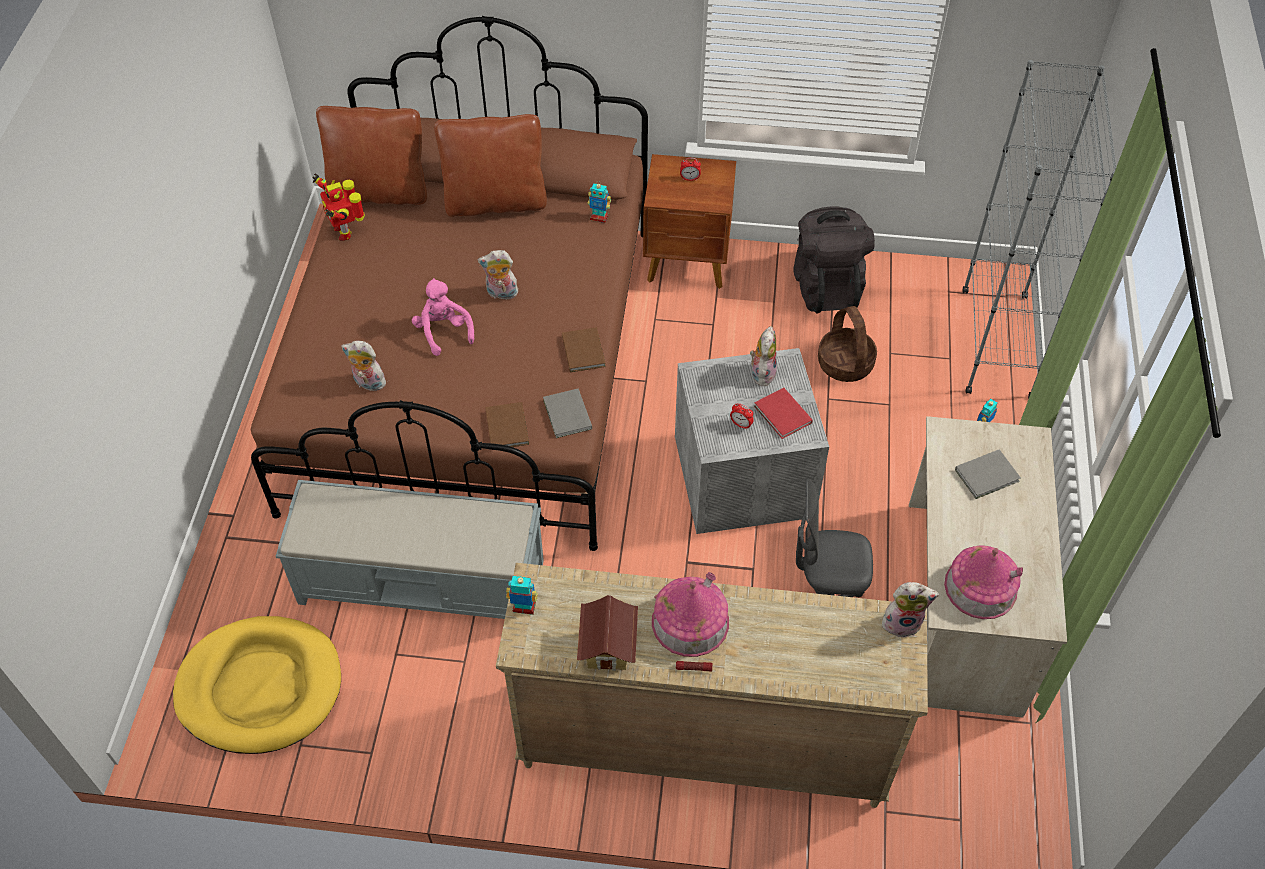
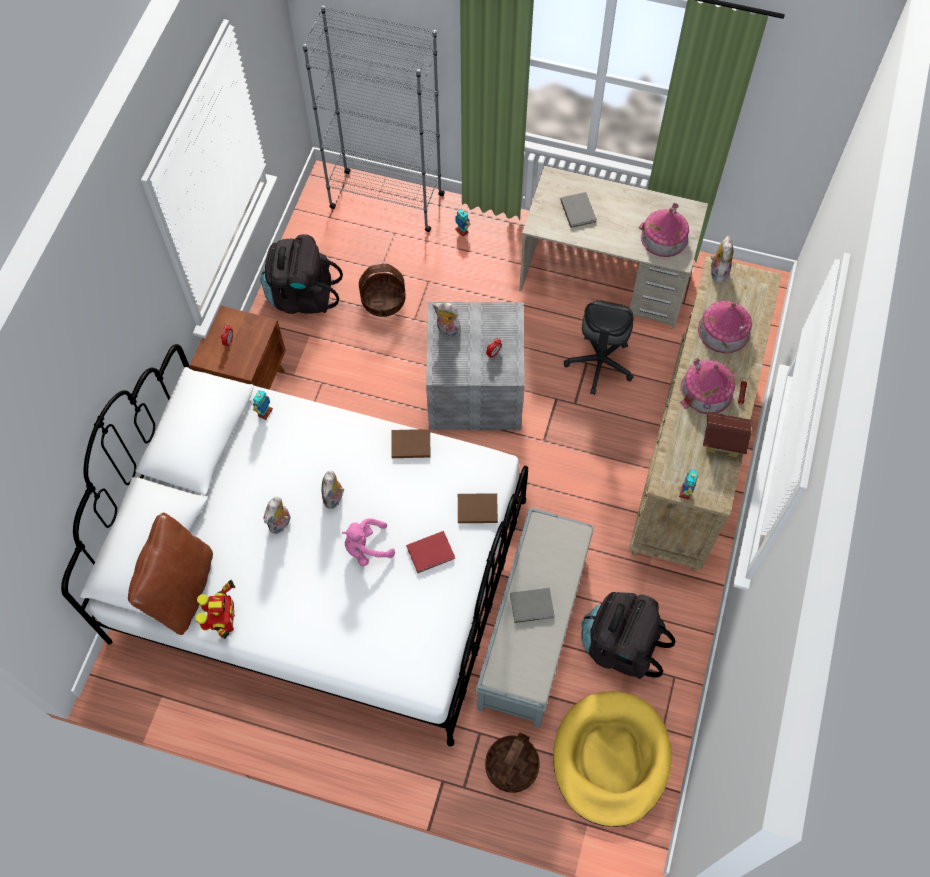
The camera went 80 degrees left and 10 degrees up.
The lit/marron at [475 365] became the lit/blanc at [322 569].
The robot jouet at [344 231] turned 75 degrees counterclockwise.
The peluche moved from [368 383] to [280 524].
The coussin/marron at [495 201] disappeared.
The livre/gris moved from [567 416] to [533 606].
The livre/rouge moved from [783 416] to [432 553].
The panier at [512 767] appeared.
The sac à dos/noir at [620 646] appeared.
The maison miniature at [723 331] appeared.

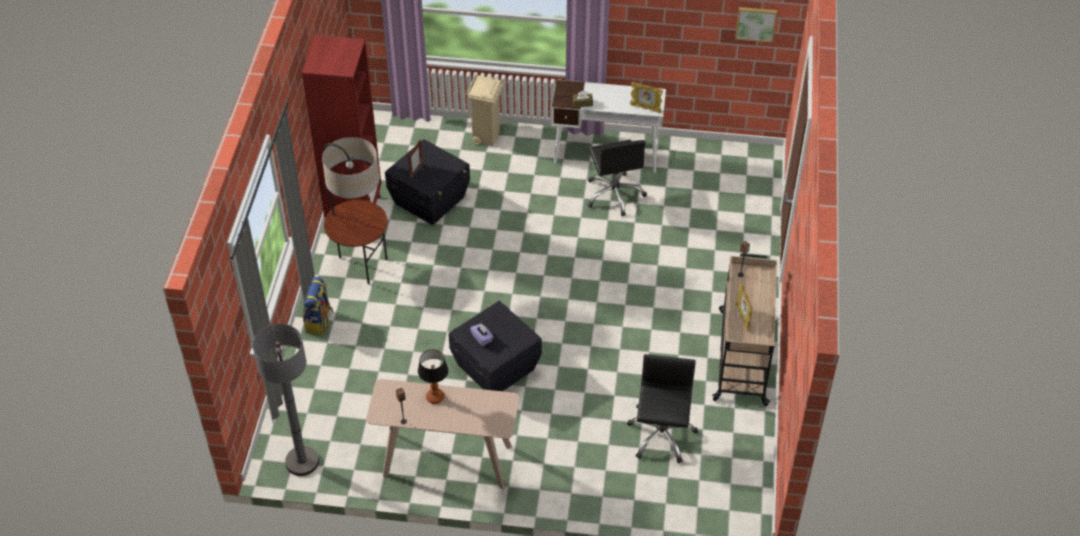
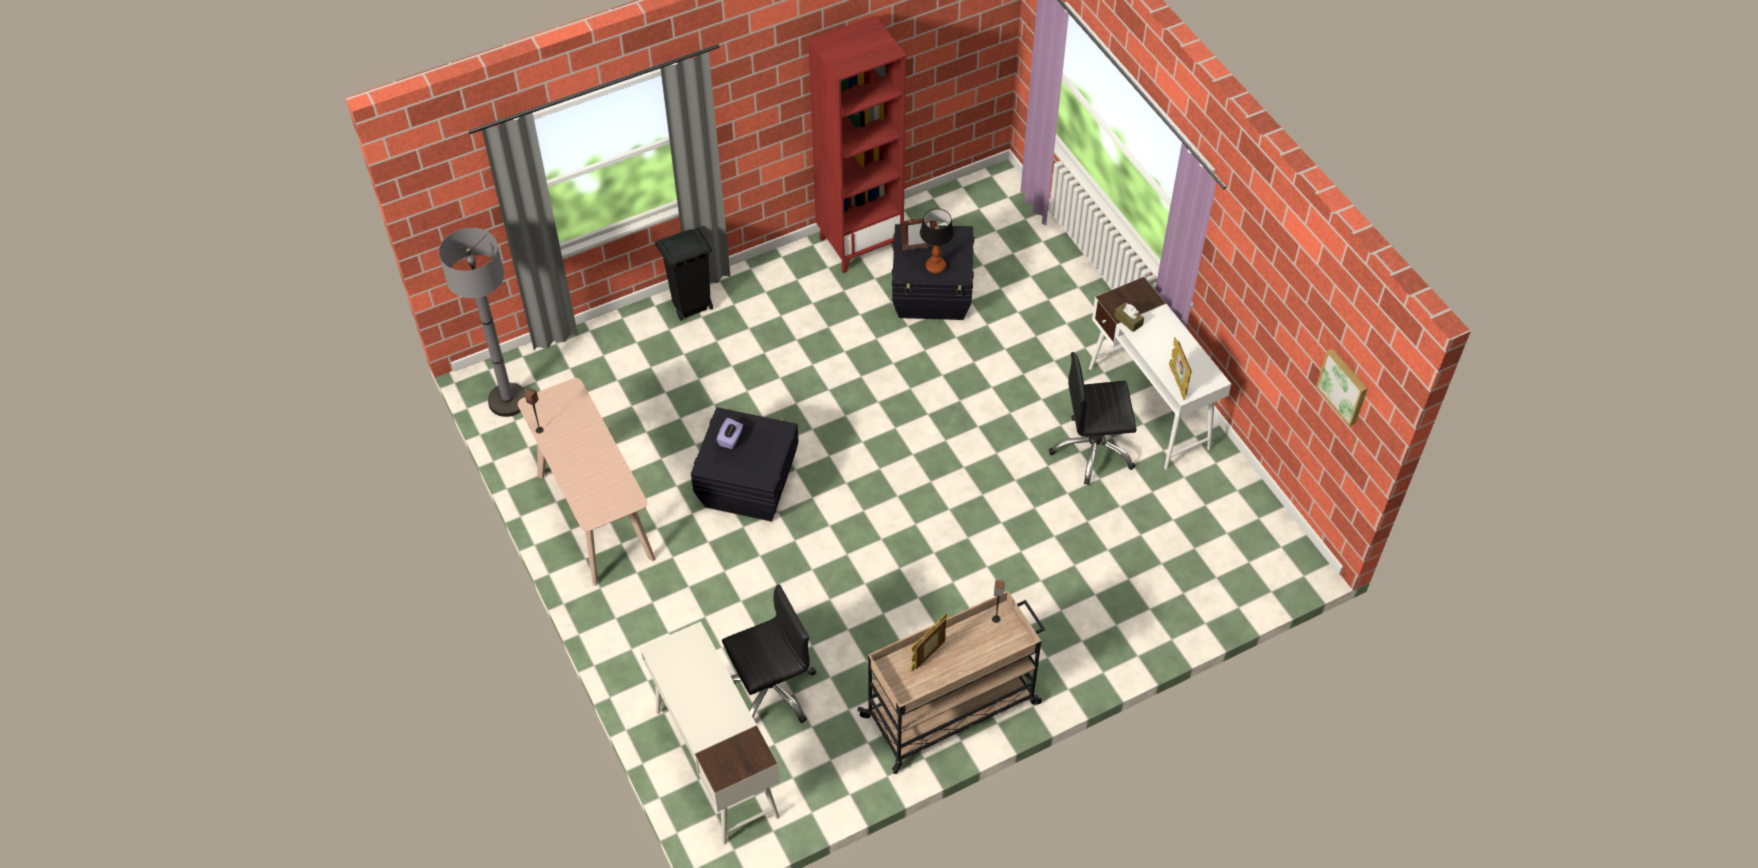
The camera went 55 degrees right and 5 degrees up.
The sac à dos at [319 321] was replaced by the poubelle/noir at [690 307].
The lampadaire at [361 265] disappeared.
The lampe de table moved from [435 397] to [935 266].
The poubelle/beige at [486 137] disappeared.
The chaise de bureau/noir at [614 194] turned 45 degrees clockwise.
The bureau/blanc at [716 763] appeared.

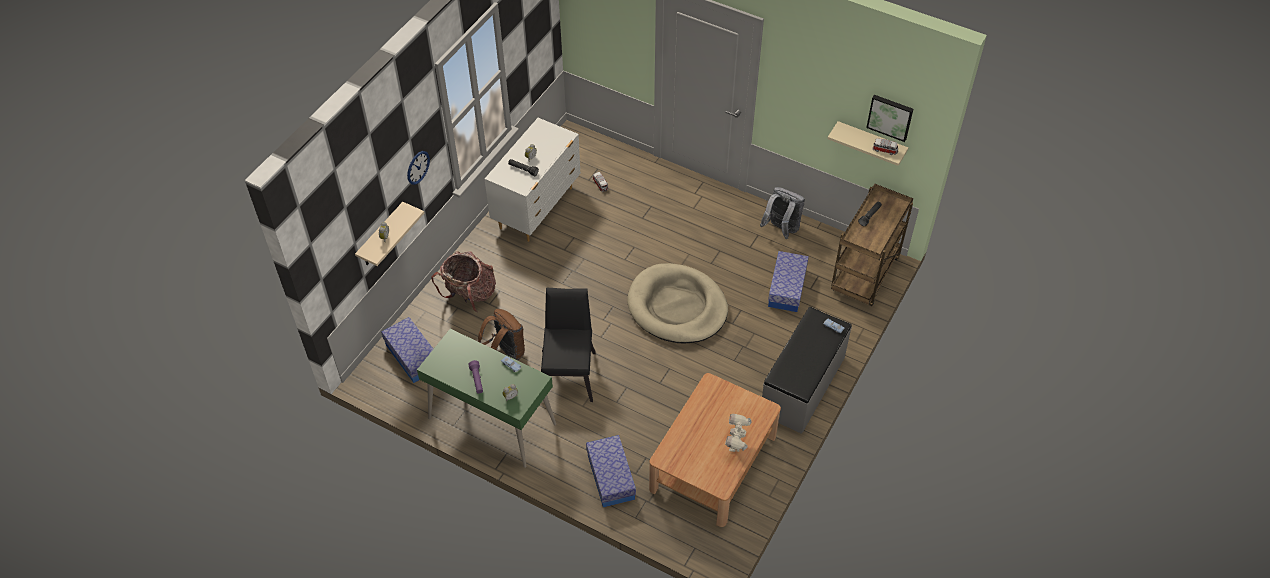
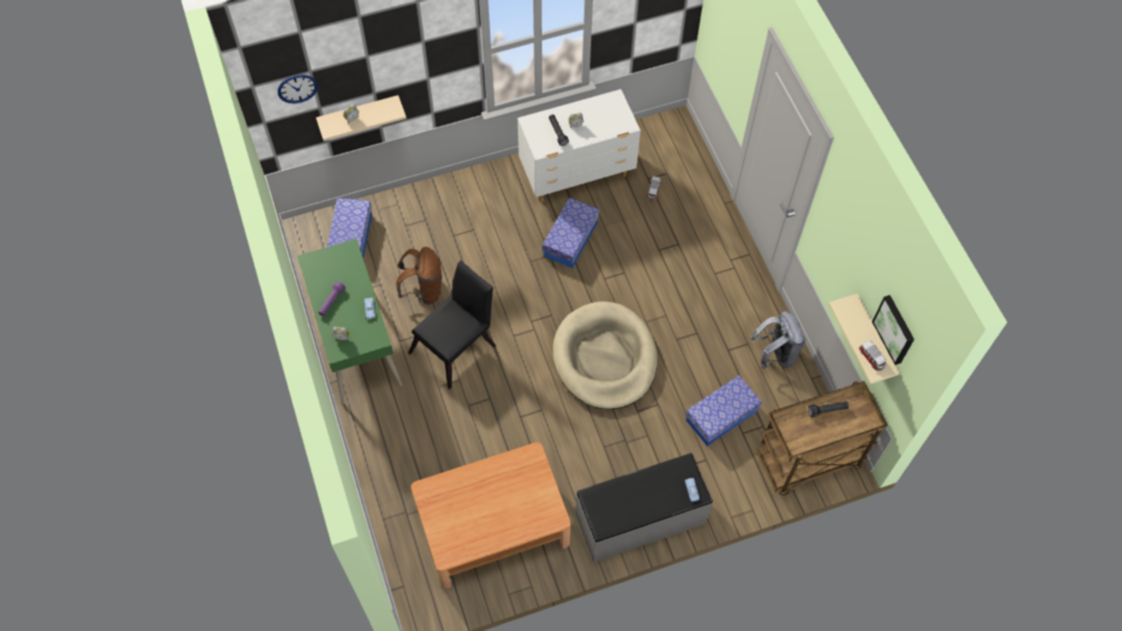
The camera went 40 degrees right and 10 degrees up.
The horloge murale moved from [418 167] to [297 88].
The sac à dos at [470 295] disappeared.
The boîte de rangement moved from [610 477] to [570 239].
The robot jouet at [736 444] disappeared.

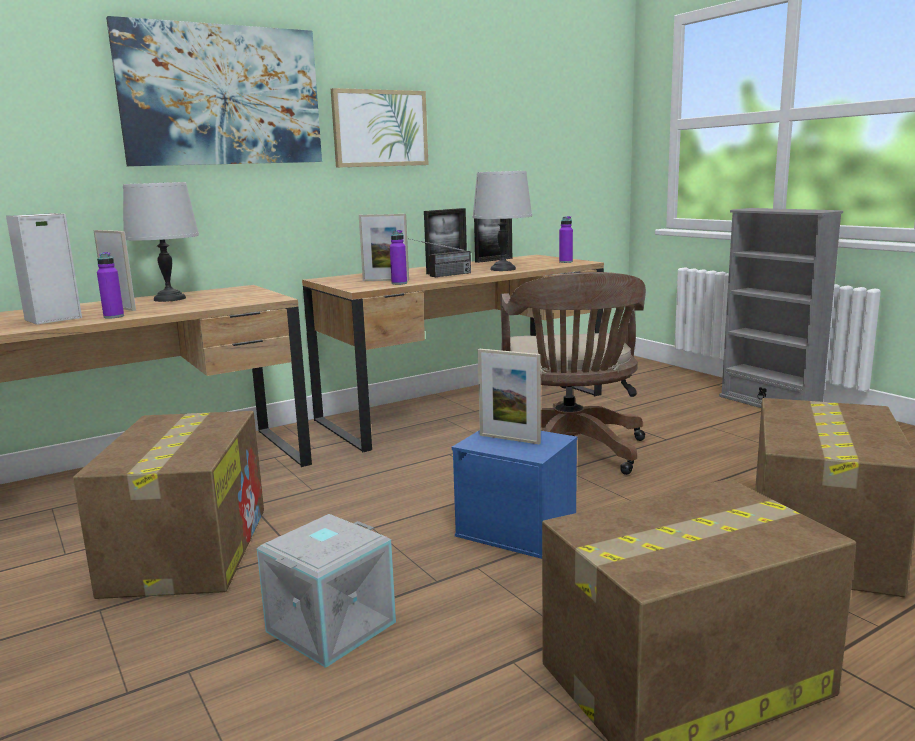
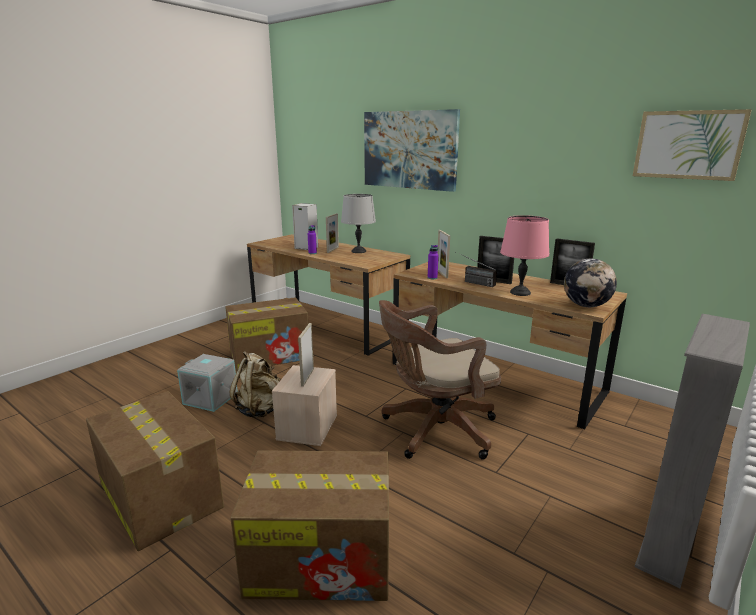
The camera went 70 degrees right and 5 degrees up.
The tableau moved from [380 128] to [688 145].
The boîte de rangement/bleu at [518 530] became the boîte de rangement/beige at [308 427].
The lampe de table/gris at [502 269] became the lampe de table/rose at [520 292].
The bouteille/violet at [565 262] was replaced by the globe at [586 306].
The sac à dos/beige at [260 409] appeared.

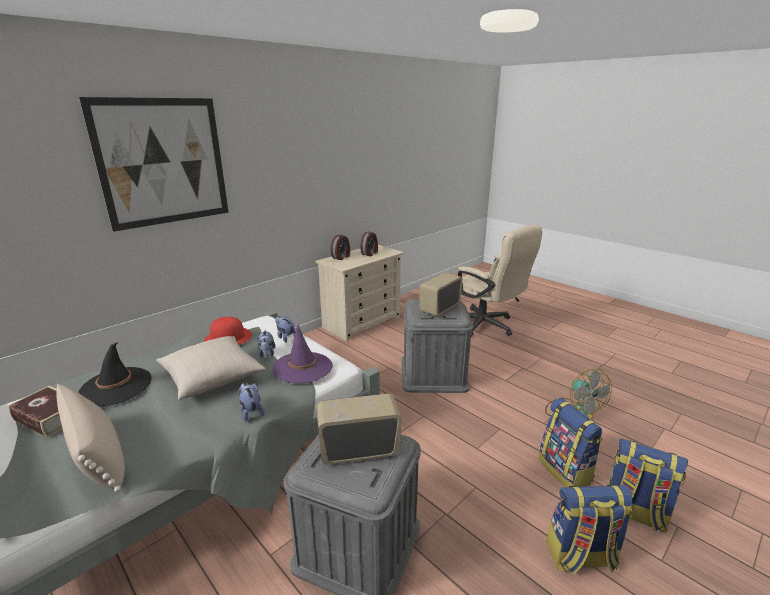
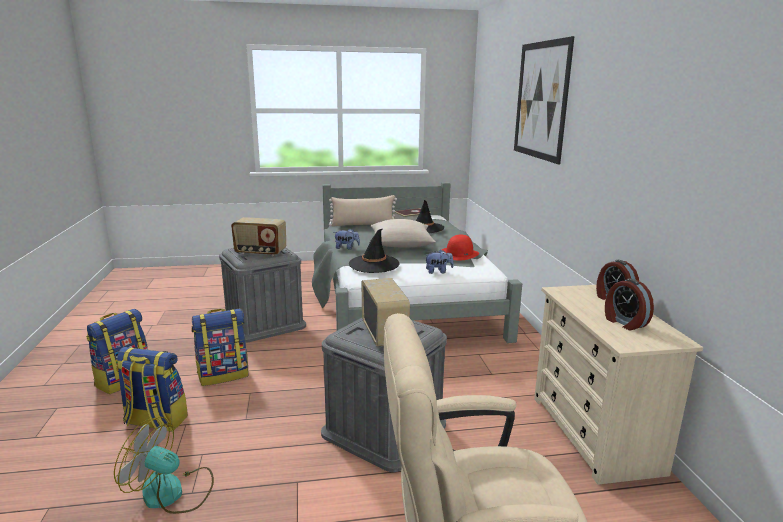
The camera went 125 degrees right and 5 degrees down.
The peluche at [267 354] disappeared.
The chapeau/violet at [302 367] became the chapeau/noir at [374 264].
The radio at [359 450] turned 75 degrees clockwise.
The sac à dos moved from [633 513] to [223 374].

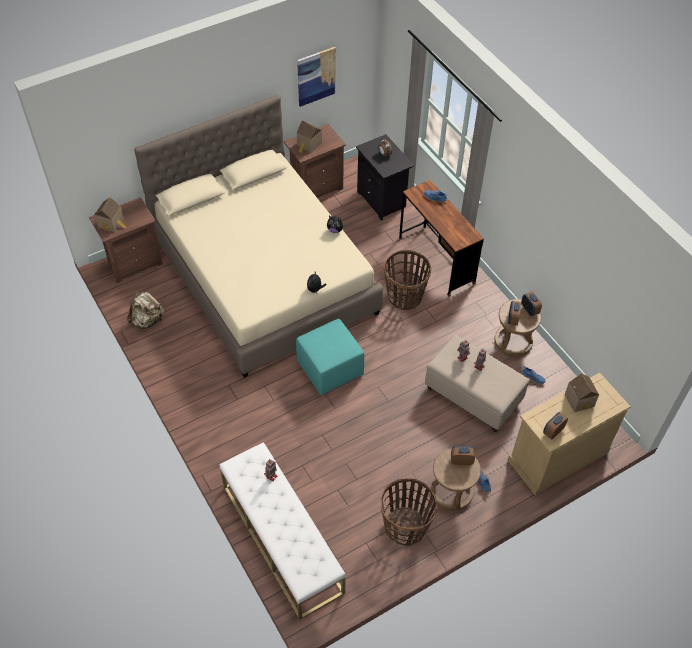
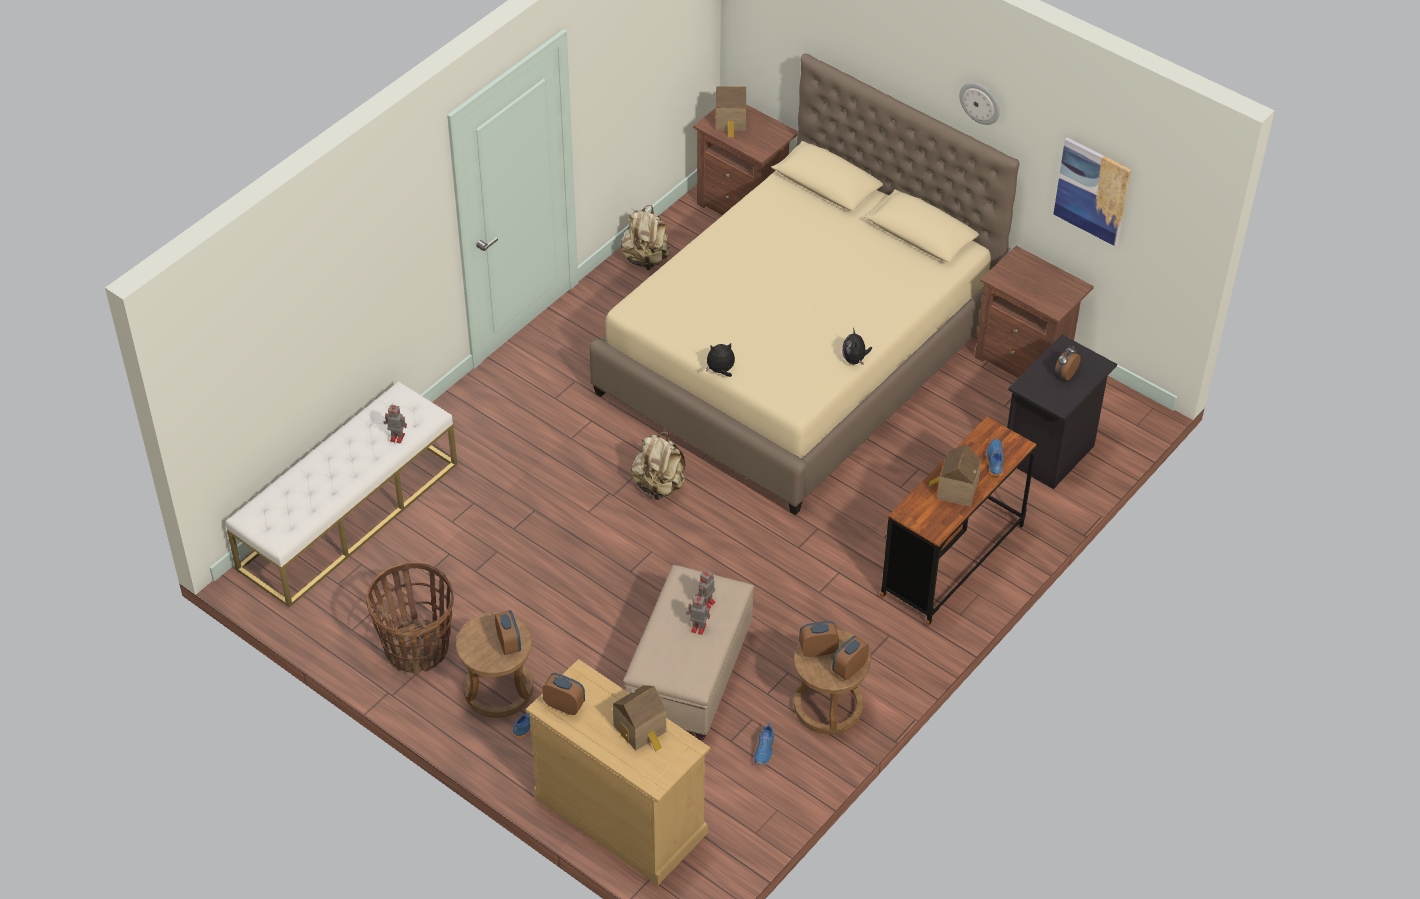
The camera went 70 degrees right and 5 degrees down.
The pouf/turquoise at [330 368] was replaced by the sac à dos/beige at [659 486].
The maison miniature moved from [309 145] to [955 490].
The panier at [404 297] disappeared.
The horloge murale at [980 102] appeared.

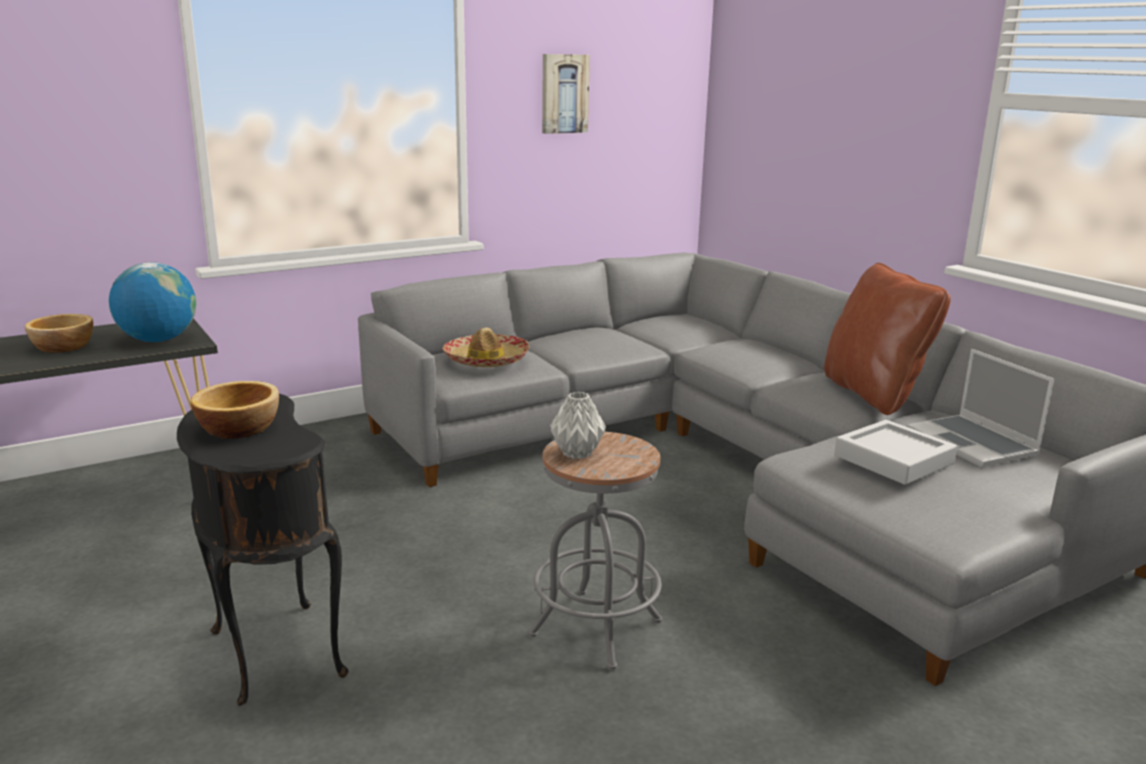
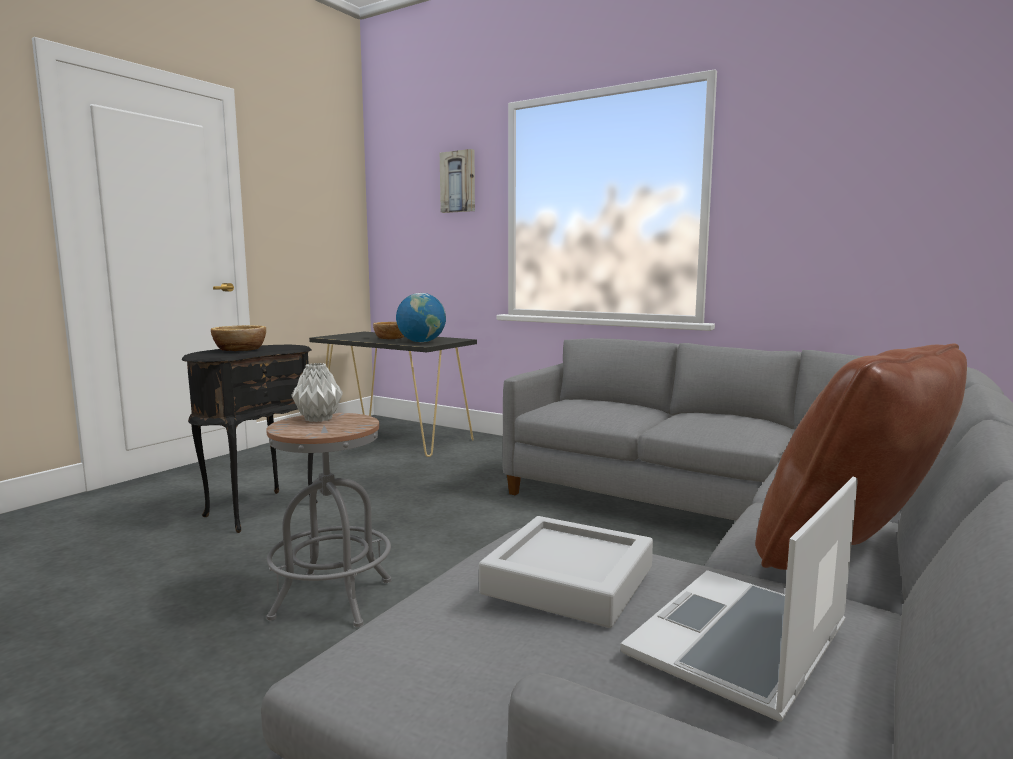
The camera went 65 degrees right and 10 degrees down.
The chapeau at [486 360] disappeared.
The tableau moved from [563 94] to [458 182].

